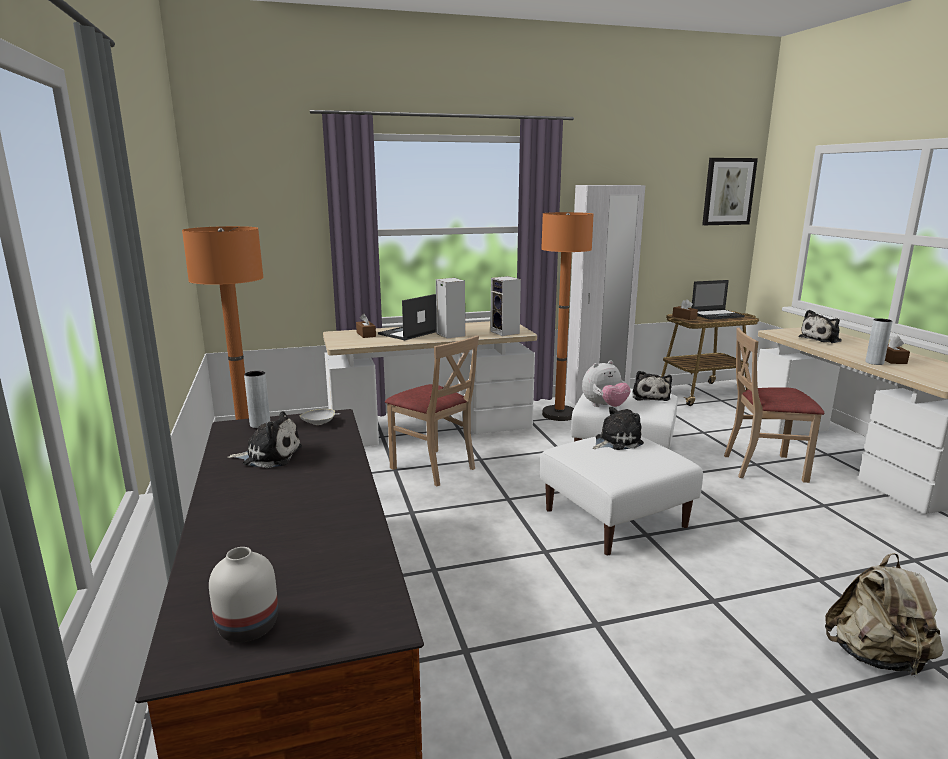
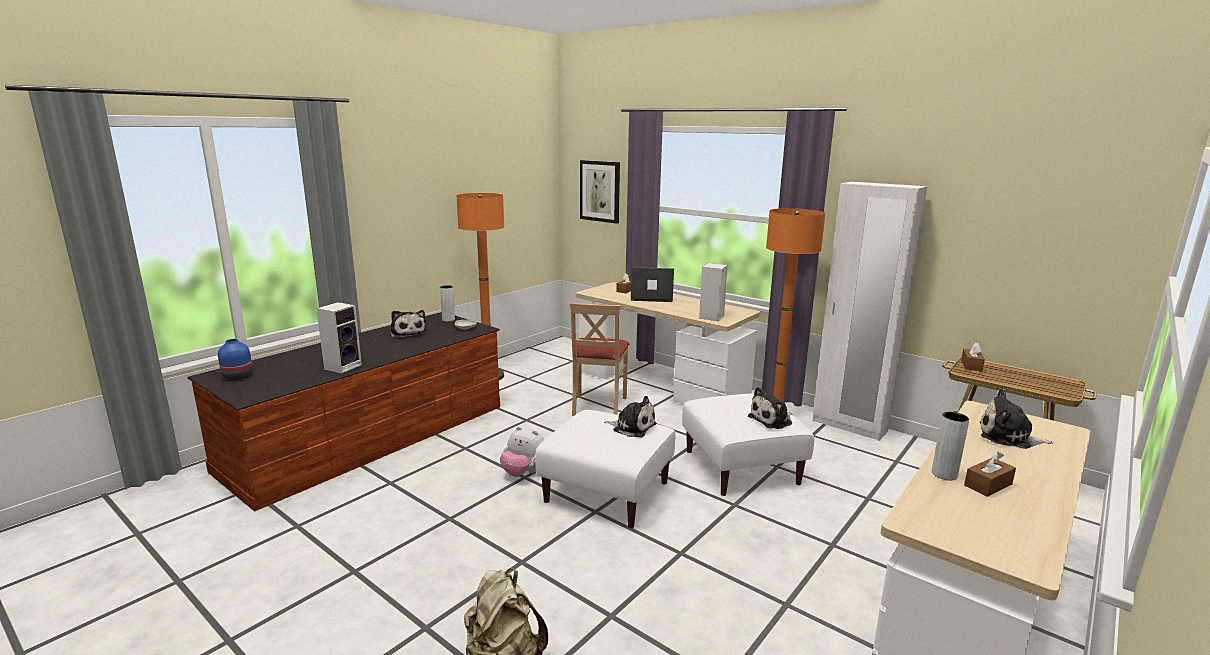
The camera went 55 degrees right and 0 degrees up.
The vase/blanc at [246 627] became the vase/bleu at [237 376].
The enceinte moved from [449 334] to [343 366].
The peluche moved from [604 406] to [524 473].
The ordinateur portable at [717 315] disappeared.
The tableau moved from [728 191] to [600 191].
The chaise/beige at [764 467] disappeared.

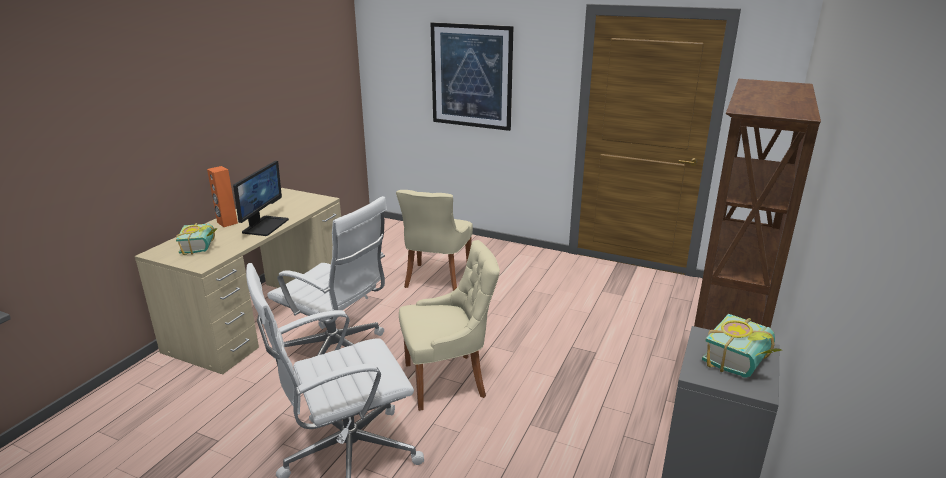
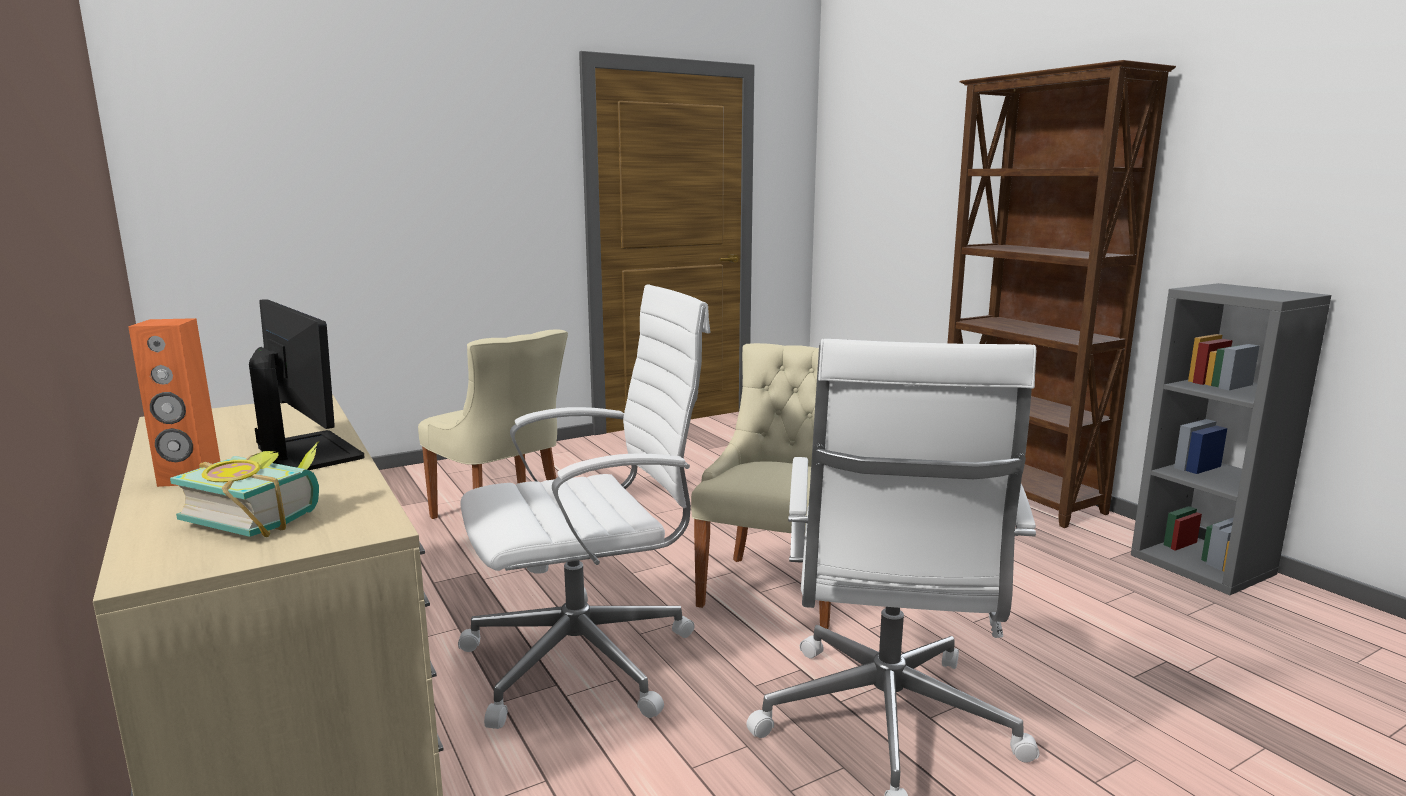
The camera went 55 degrees left and 10 degrees down.
The tableau at [471 76] disappeared.
The livre at [743 362] disappeared.

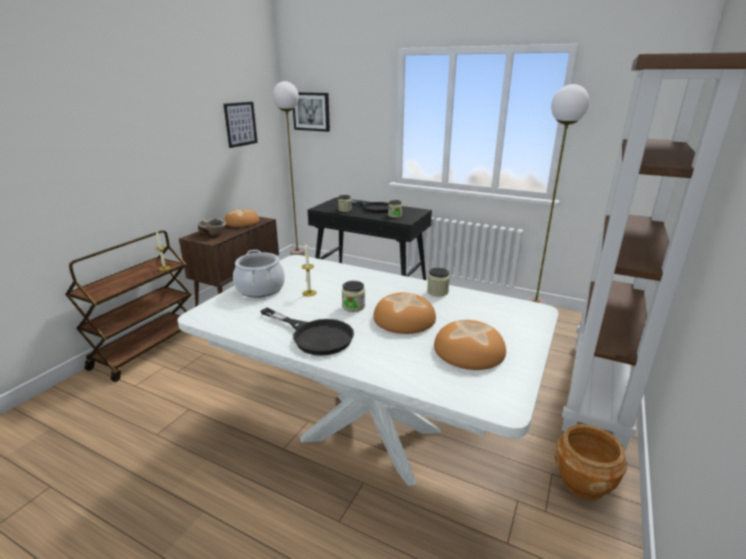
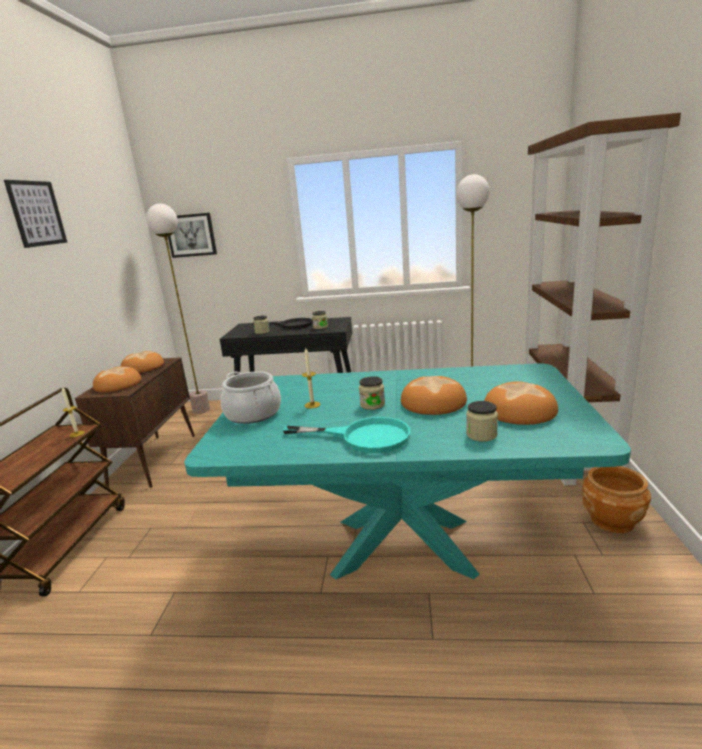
The camera went 20 degrees left and 5 degrees down.
The table à manger/blanc at [371 435] became the table à manger/turquoise at [403 547].
The bol at [213 234] was replaced by the pain at [118 384].
The tableau moved from [240 124] to [37 213].
The poêle/noir at [315 335] became the poêle/turquoise at [363 437].
The bocal moved from [437 292] to [481 435].

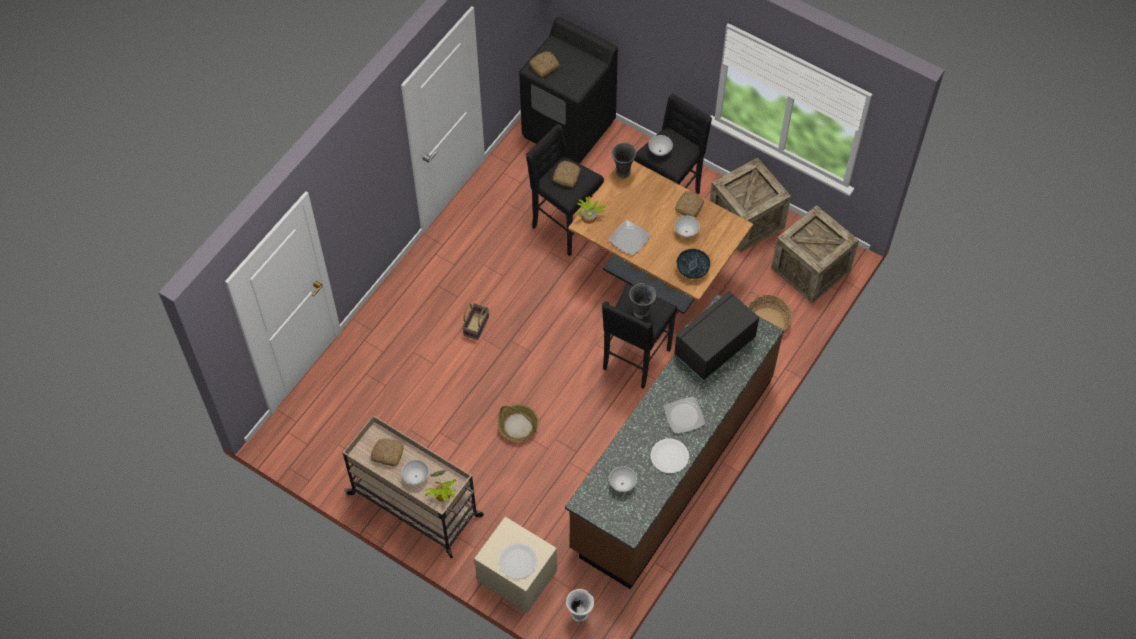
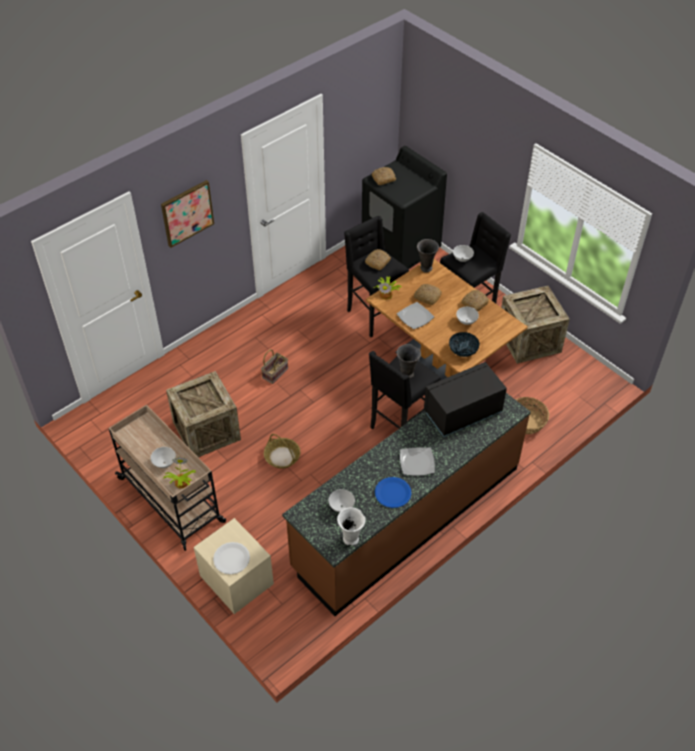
The camera went 15 degrees right and 10 degrees down.
The pain moved from [387 454] to [427 297].
The vase/blanc moved from [580 615] to [351 539].
The assiette/blanc at [669 456] became the assiette/bleu at [393 493].
The caisse moved from [810 269] to [206 431].
The tableau at [187 213] appeared.

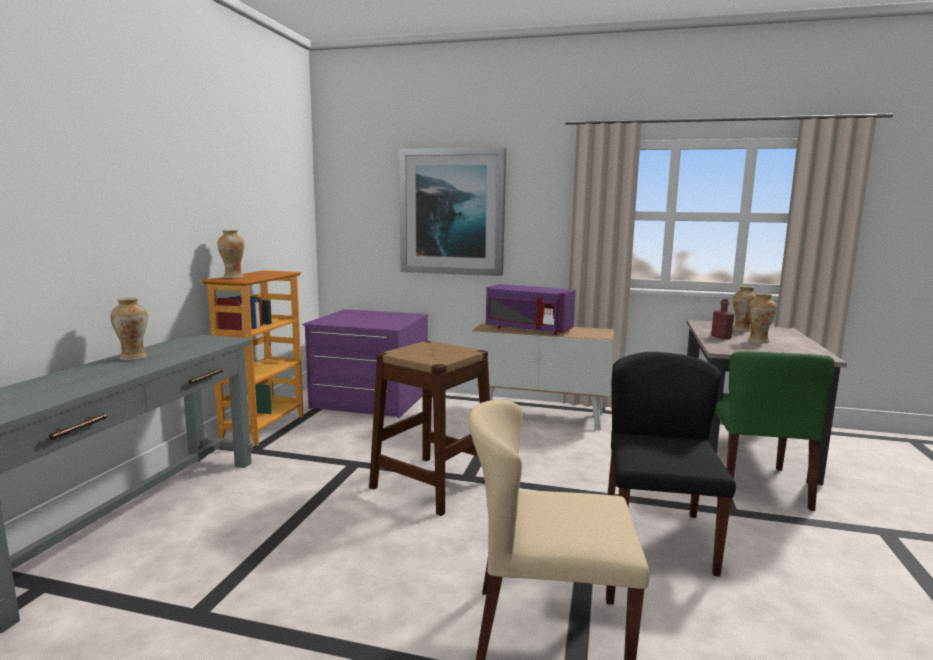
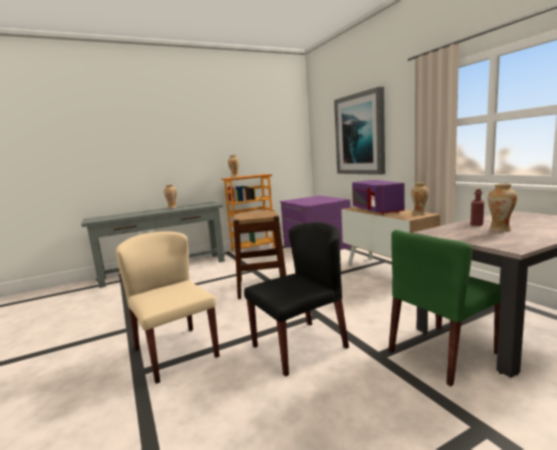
The camera went 50 degrees right and 0 degrees up.
The vase moved from [742 330] to [419 214].

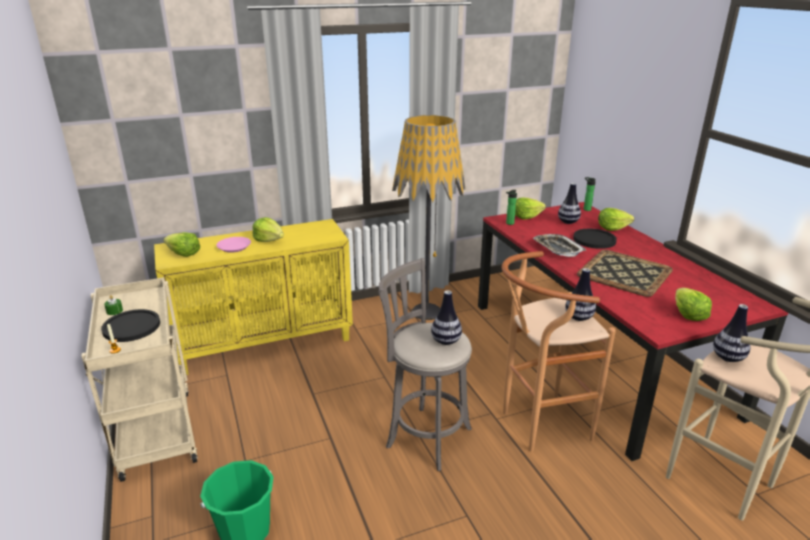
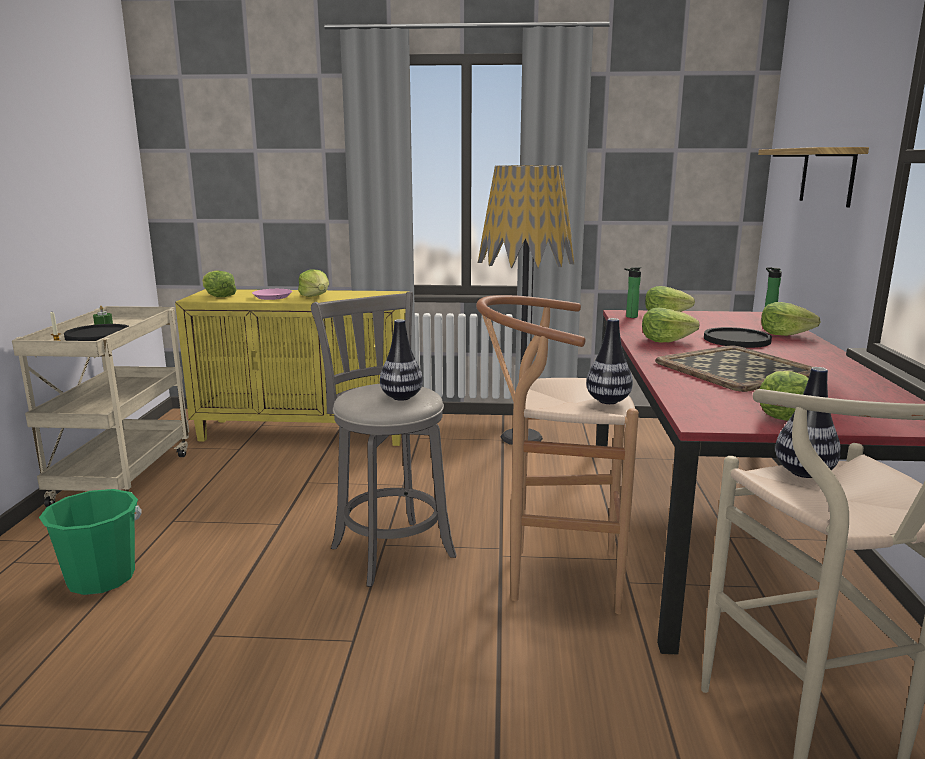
The camera went 25 degrees right and 10 degrees down.
The plateau at [557 249] was replaced by the laitue at [665 340].
The vase at [568 222] disappeared.
The étagère at [827 176] appeared.

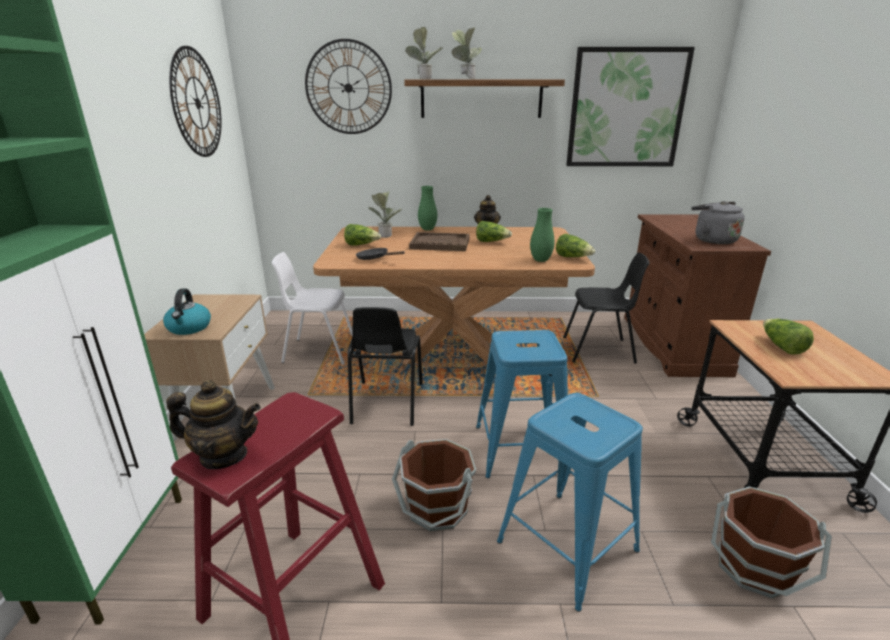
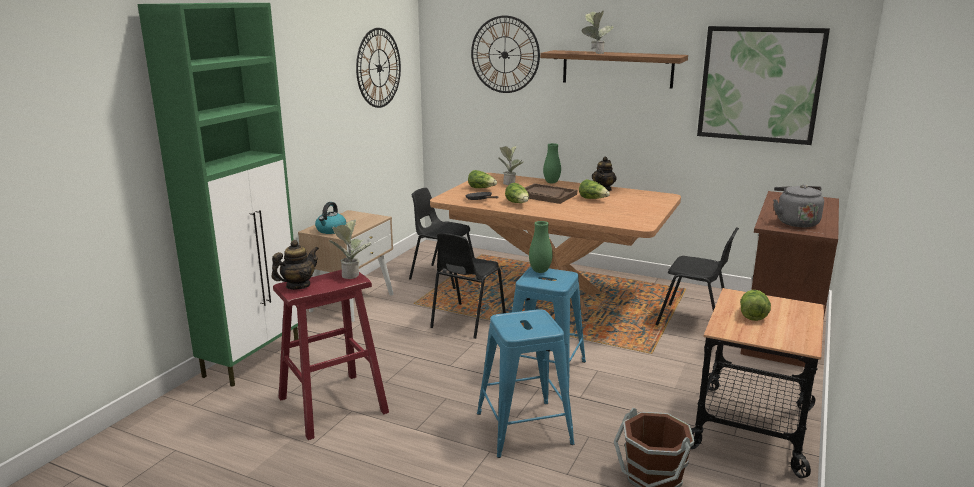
The camera went 25 degrees right and 5 degrees down.
The théière at [224 455] turned 75 degrees counterclockwise.
The chaise/blanc at [319 351] became the chaise/noir at [443 276].
The seau/marron at [437 509] disappeared.
The plante en pot moved from [423 79] to [352 274].
The vase/vert moved from [540 260] to [540 271].
The laitue moved from [573 257] to [518 203].

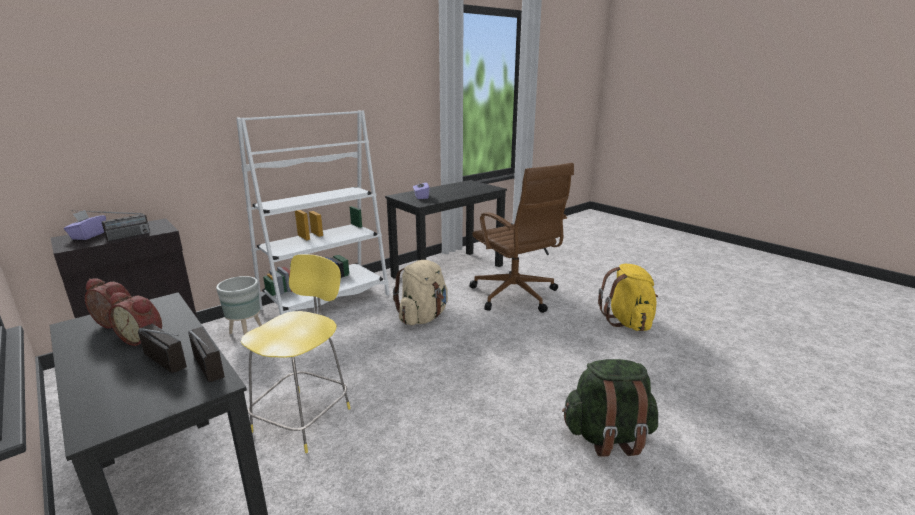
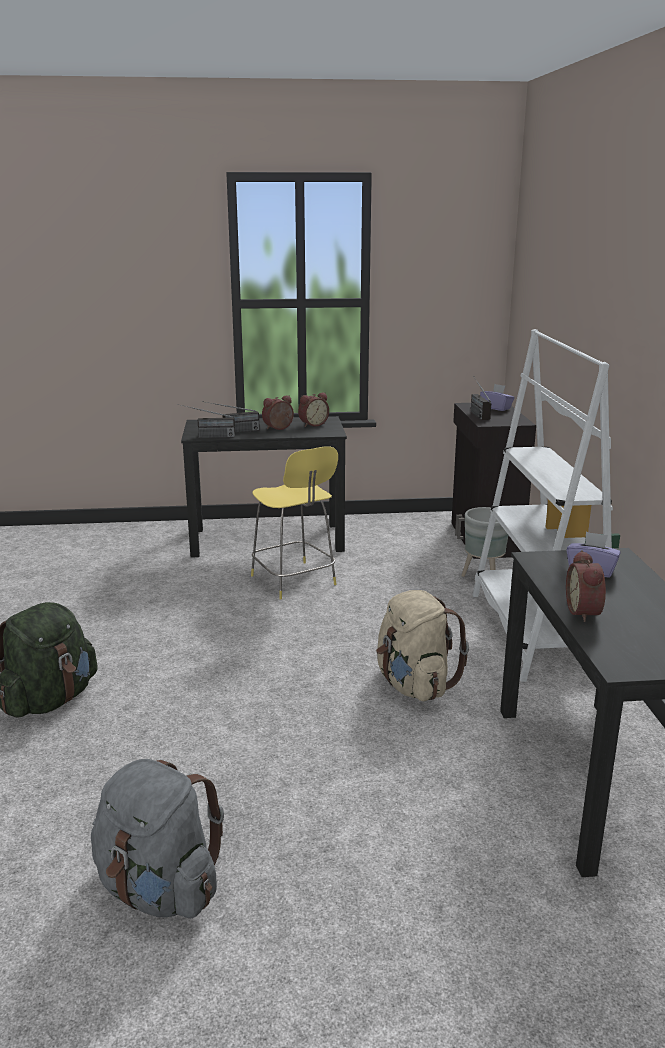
The camera went 125 degrees right and 0 degrees up.
The chaise de bureau/marron at [515 296] disappeared.
The sac à dos/jaune at [628 322] became the sac à dos/gris at [159 890].
The réveil at [585 612] appeared.

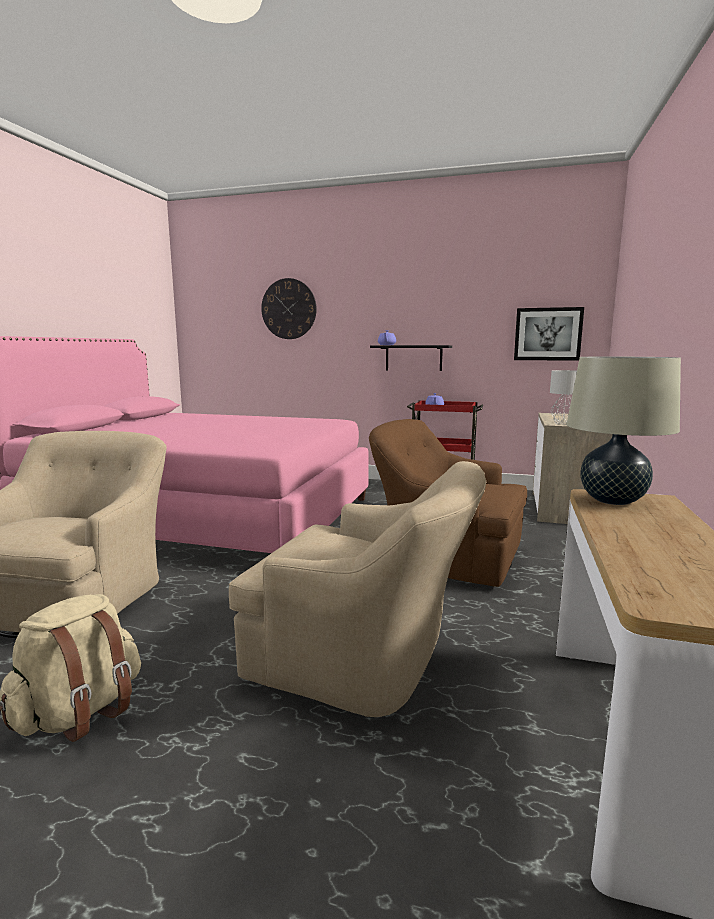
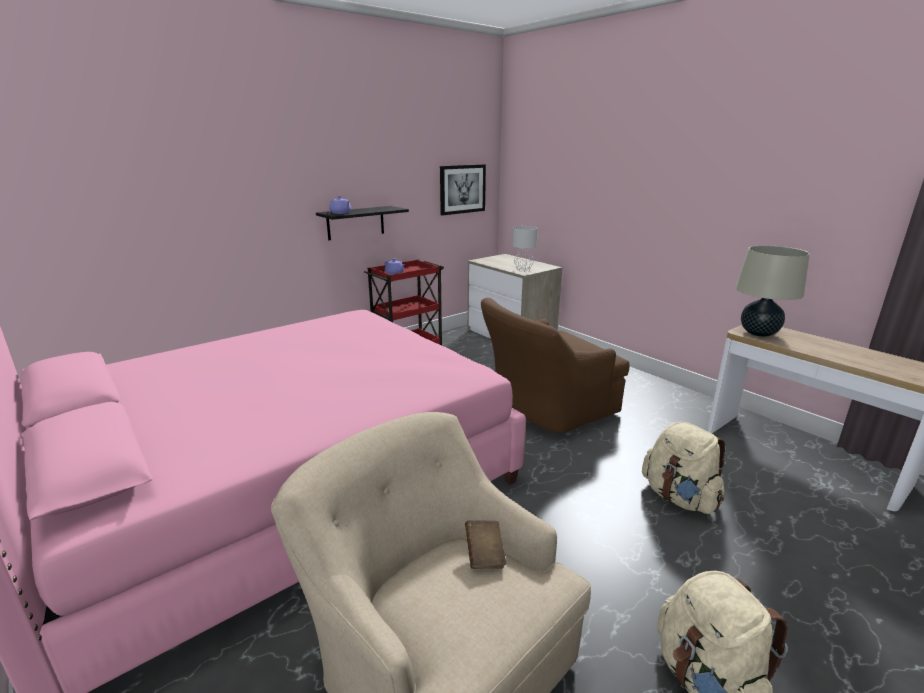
The camera went 55 degrees left and 10 degrees up.
The fauteuil/beige at [366 656] was replaced by the sac à dos/beige at [679 497].
The horloge murale at [288 309] disappeared.
The livre/marron at [484 554] appeared.

